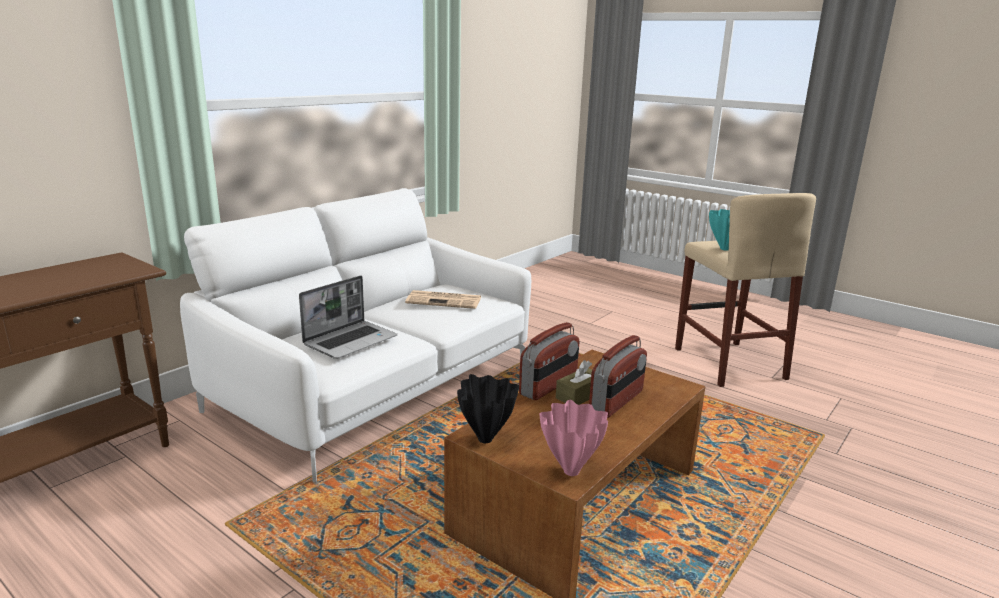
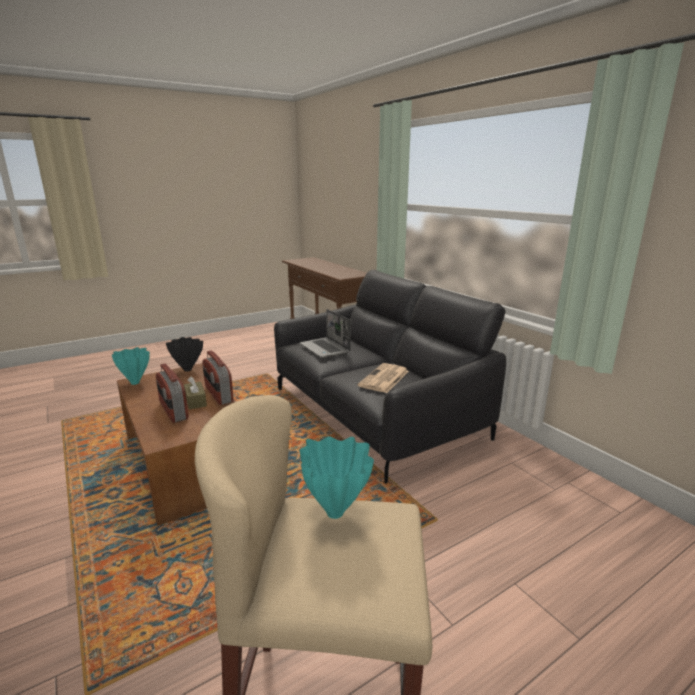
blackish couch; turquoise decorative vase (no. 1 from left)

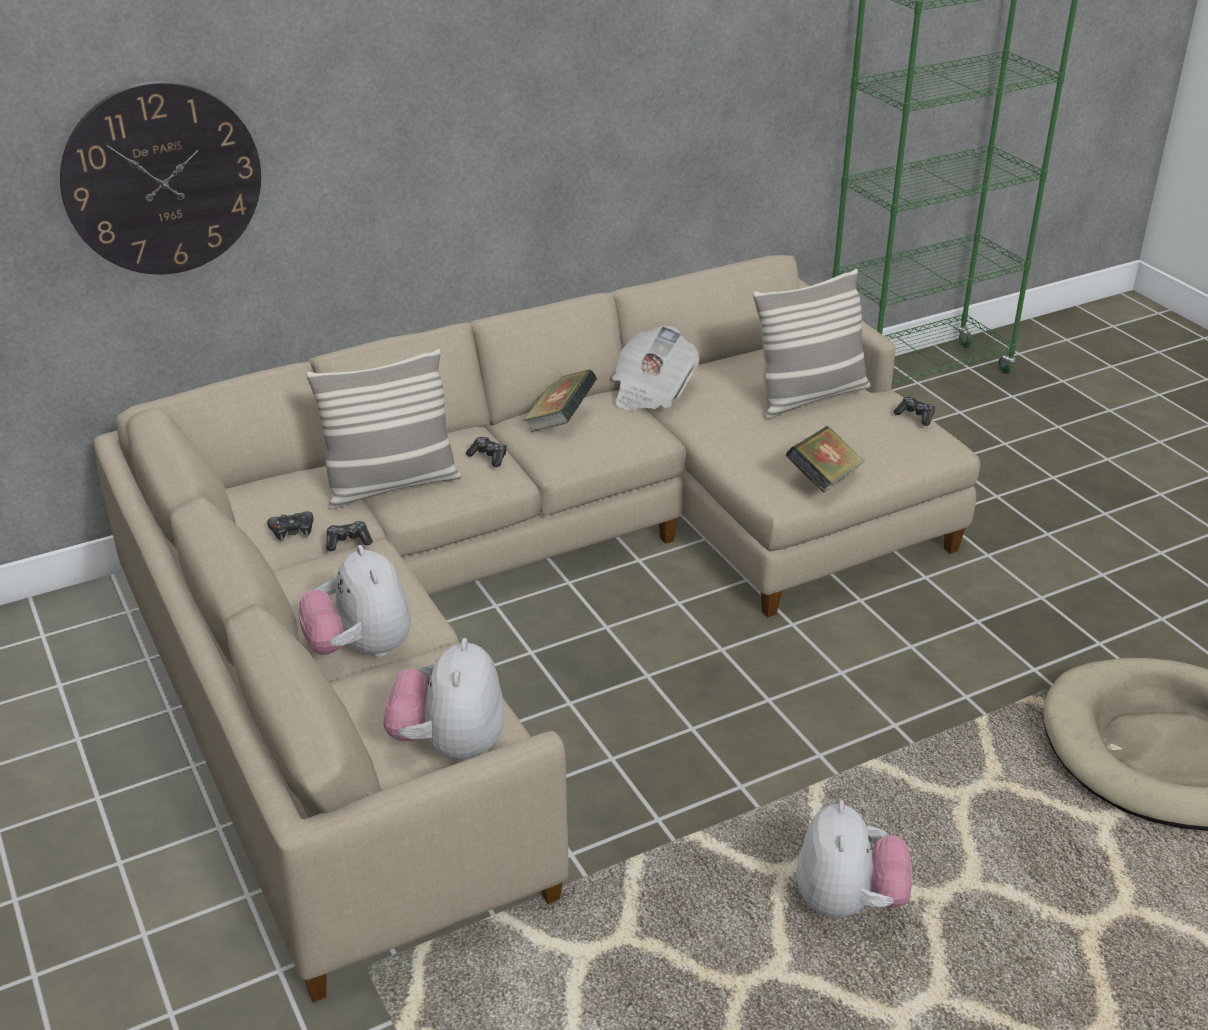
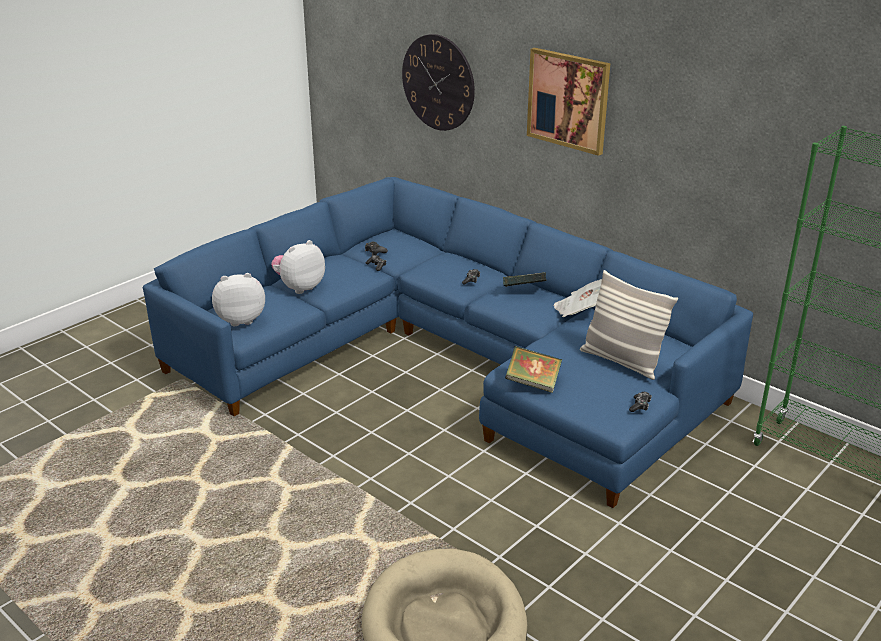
blue-coloured couch; pillow (no. 1 from left in the first image); soft toy (no. 3 from left in the first image); wall art

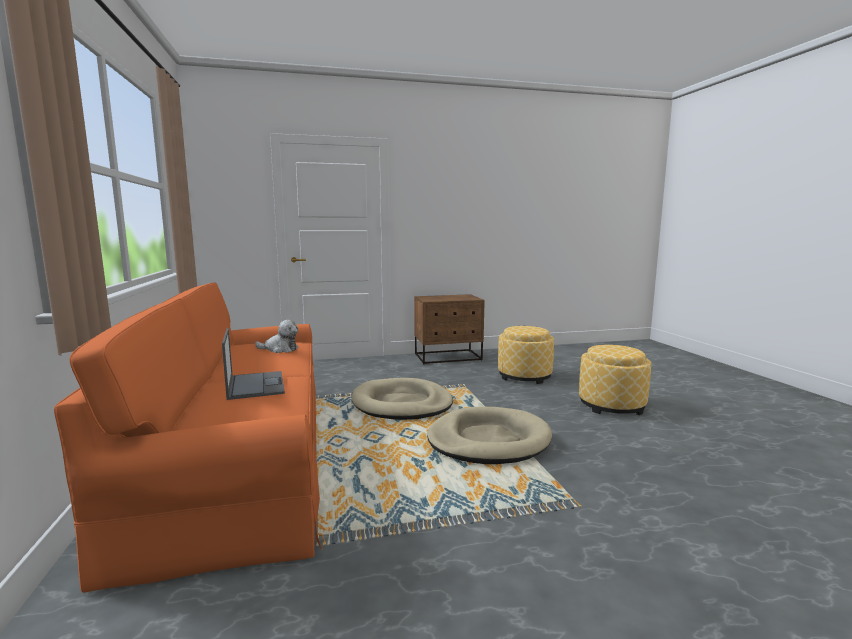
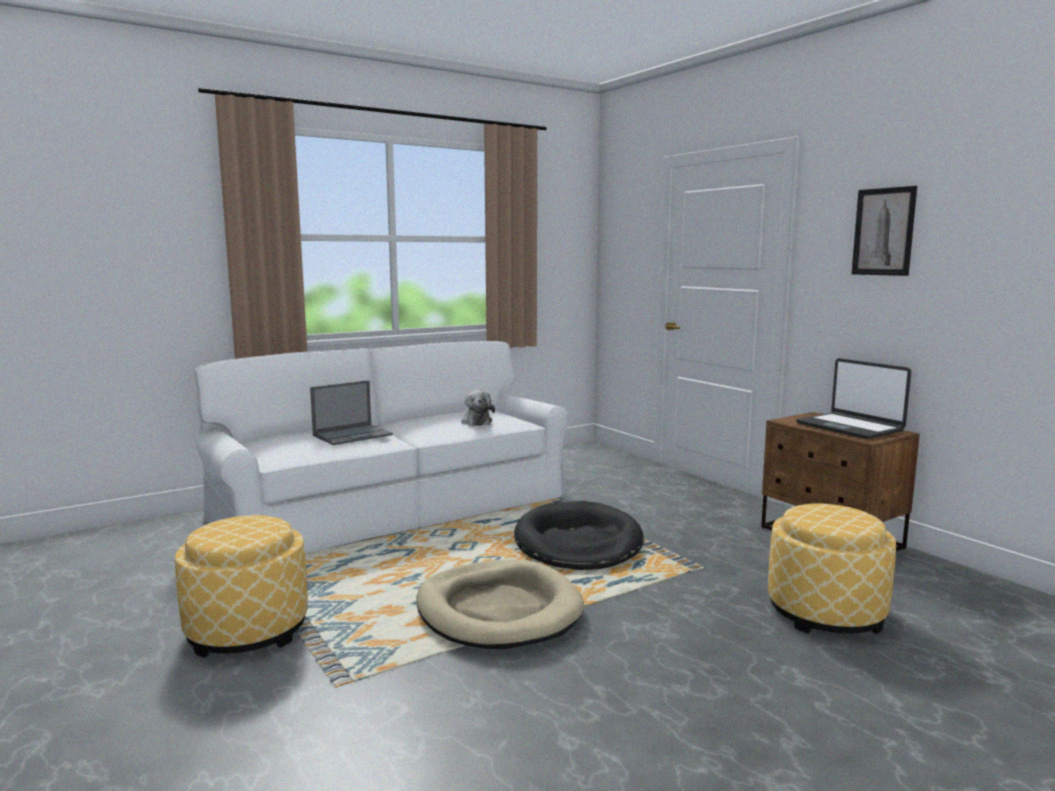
whitish couch; blackish pet bed; ottoman (no. 1 from left); laptop (no. 2 from left); wall art

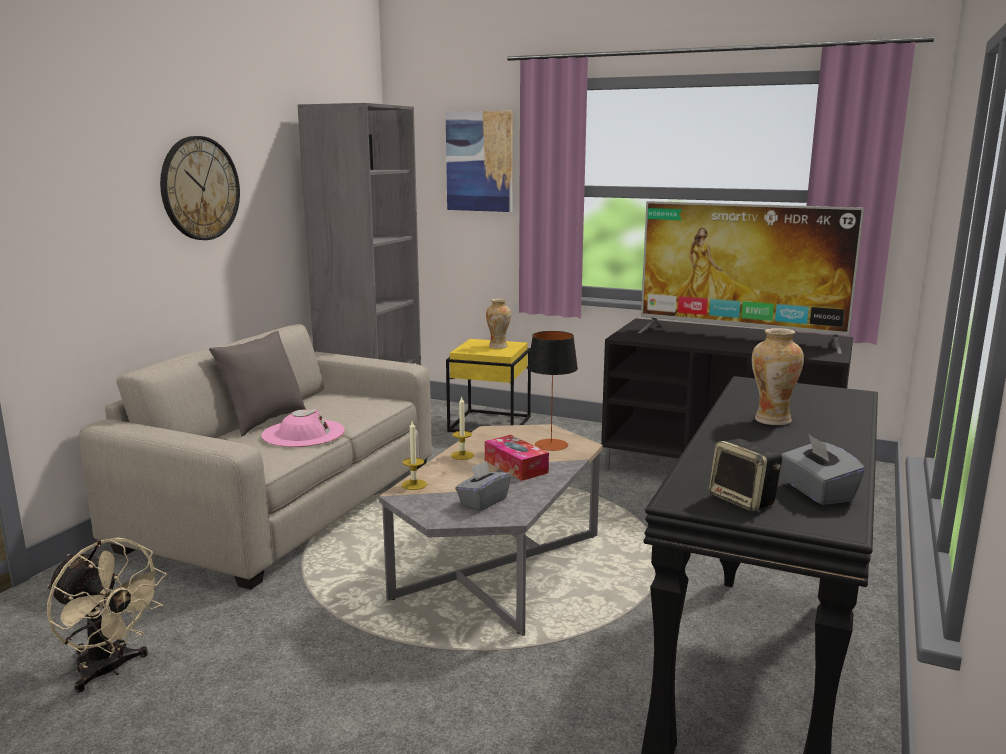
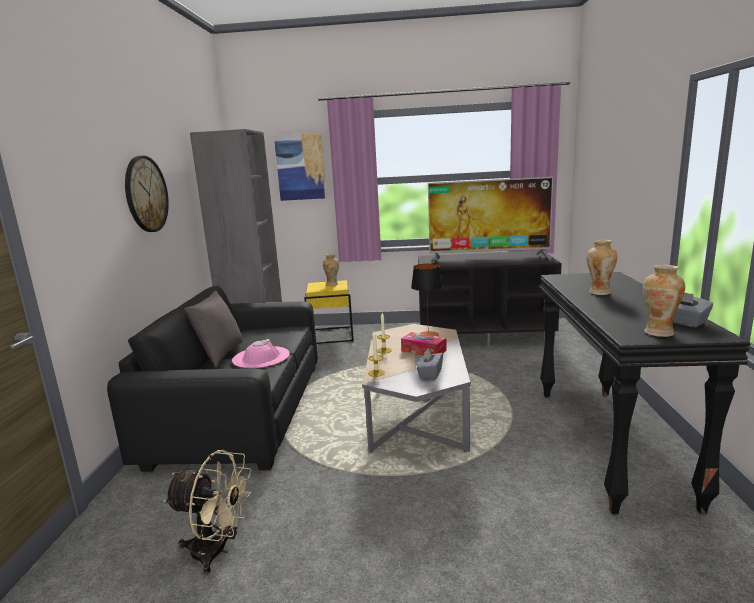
blackish couch; decorative vase (no. 3 from left)

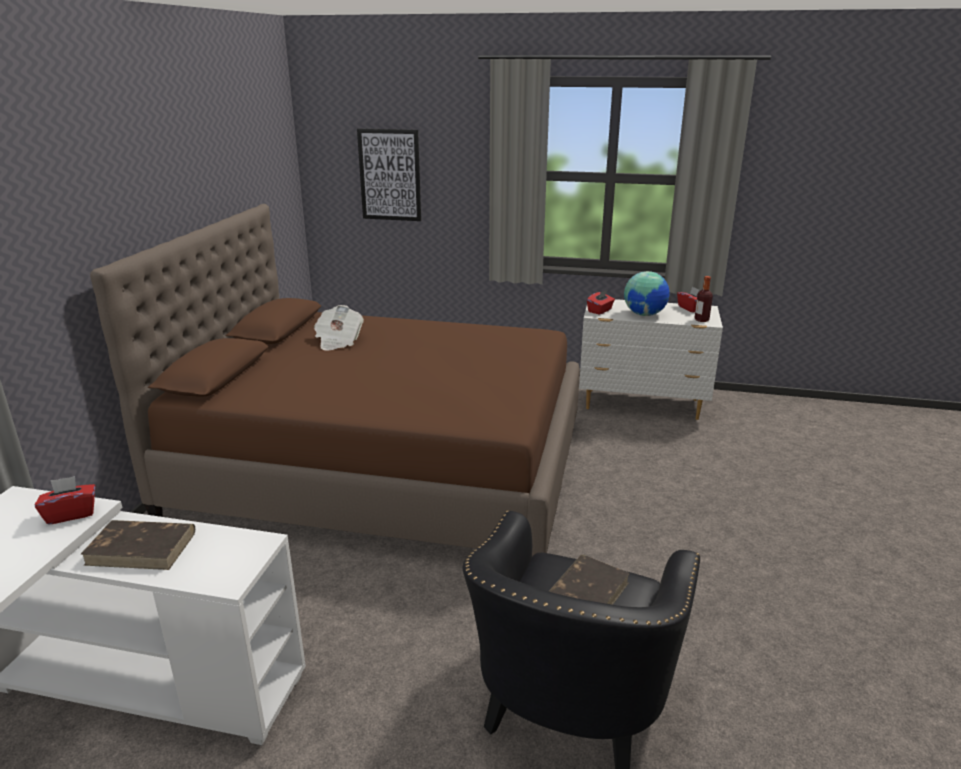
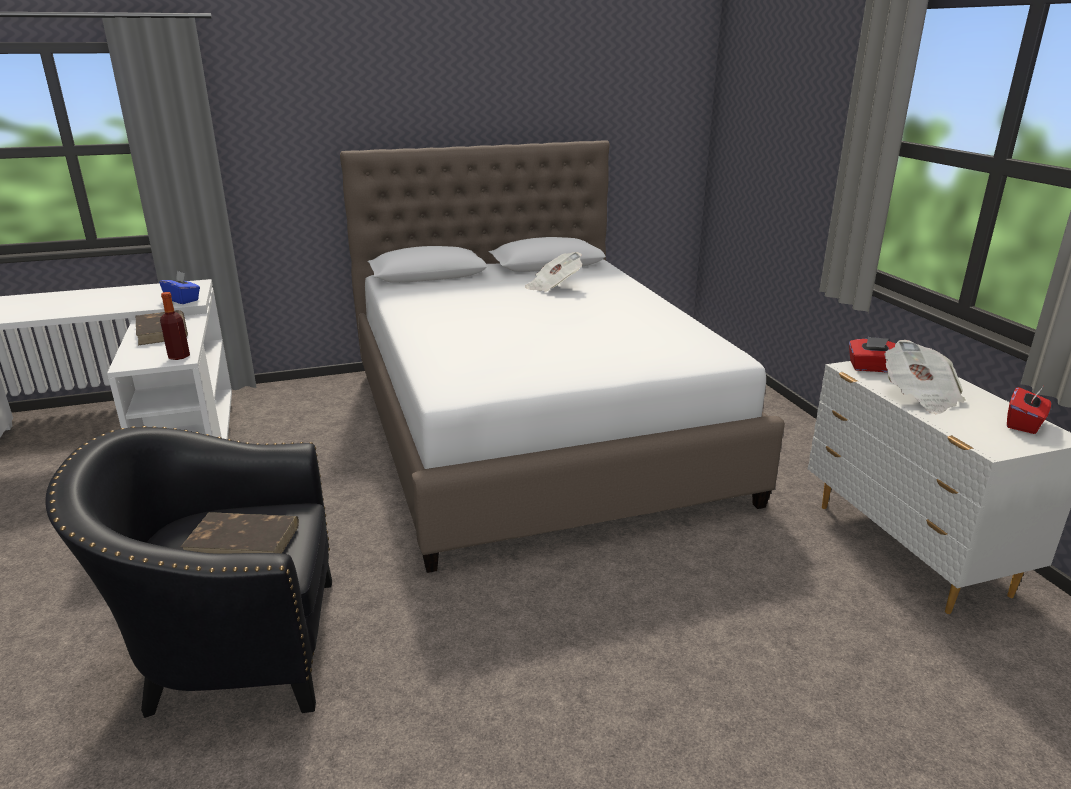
blue-coloured tissue holder; whitish bedroom bed; wall art; daily paper (no. 2 from left); bottle

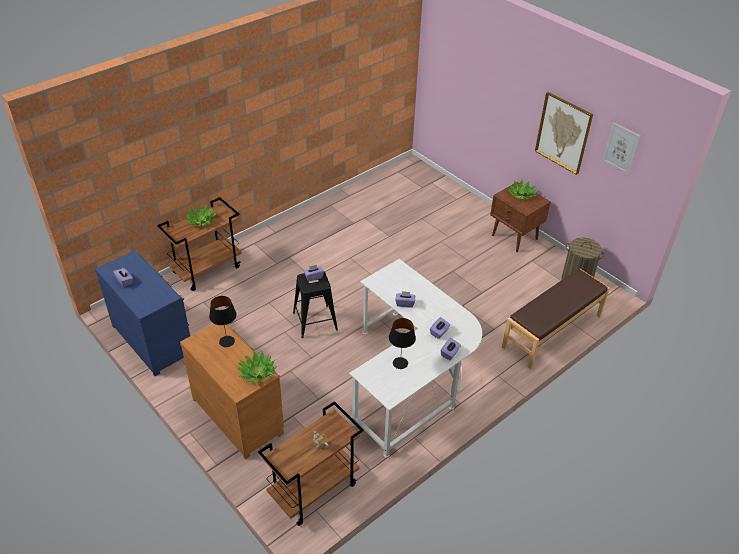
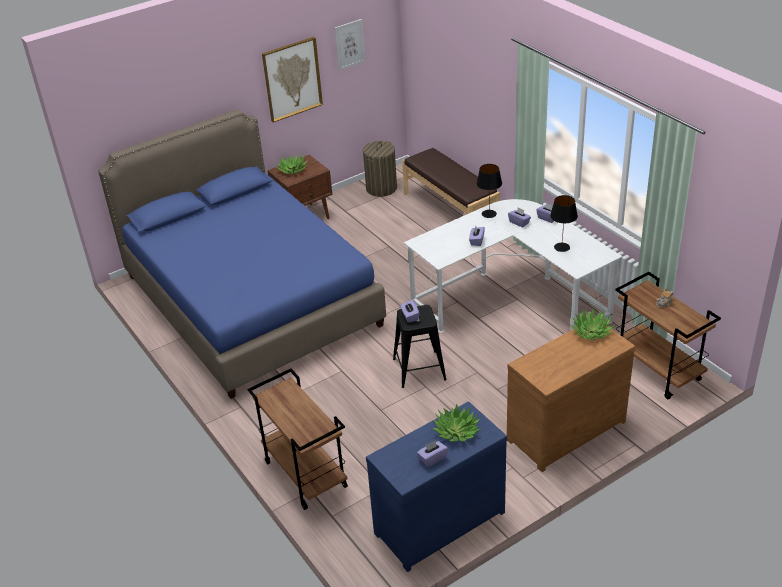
houseplant (no. 2 from left); blackish tabletop lamp (no. 1 from left); blue-coloured bedroom bed

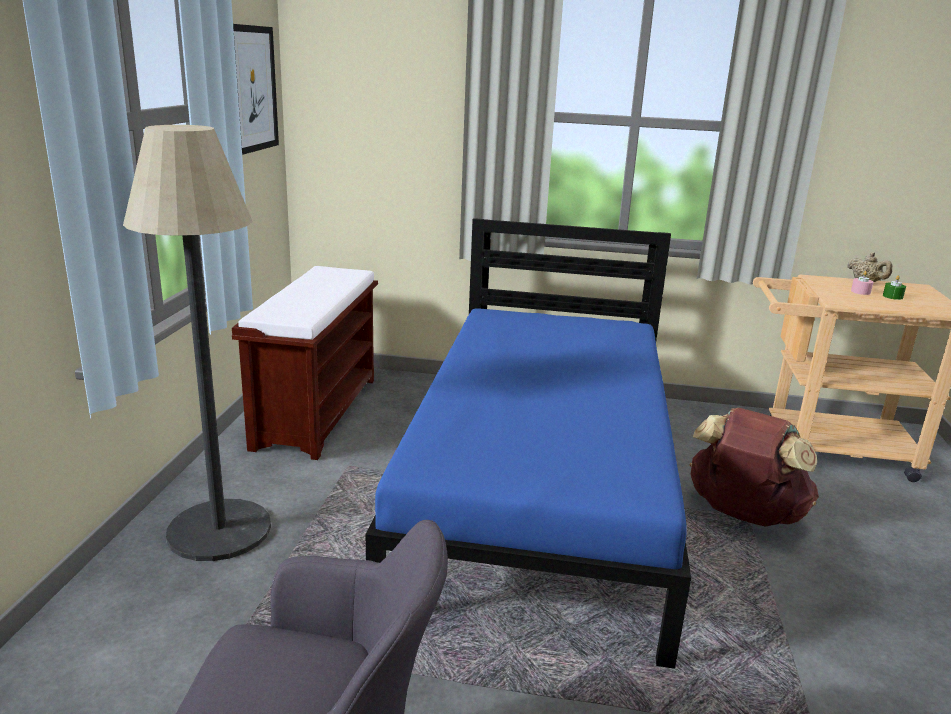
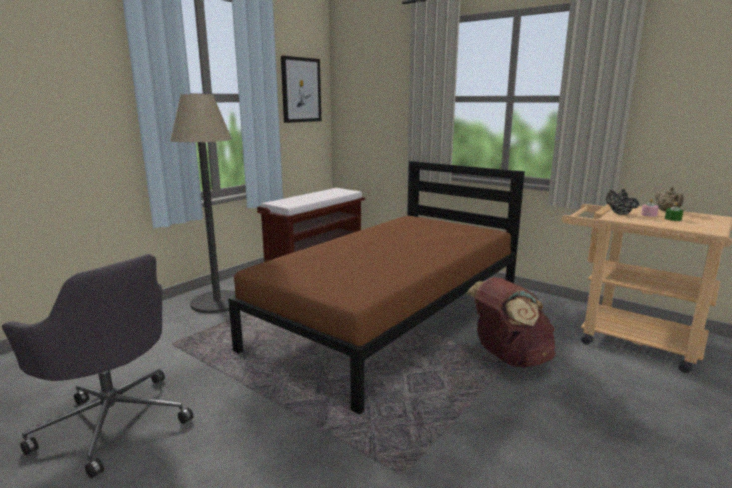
brown bedroom bed; blackish tea pot

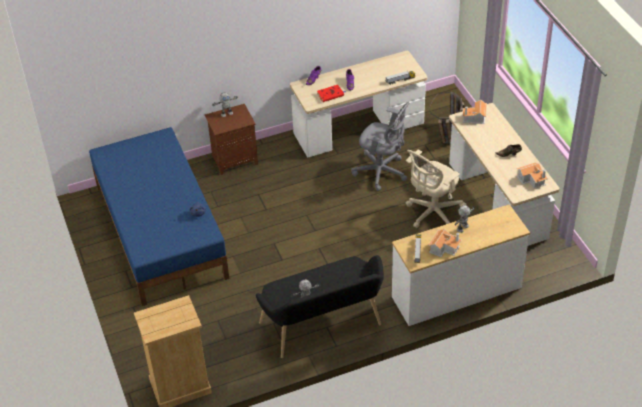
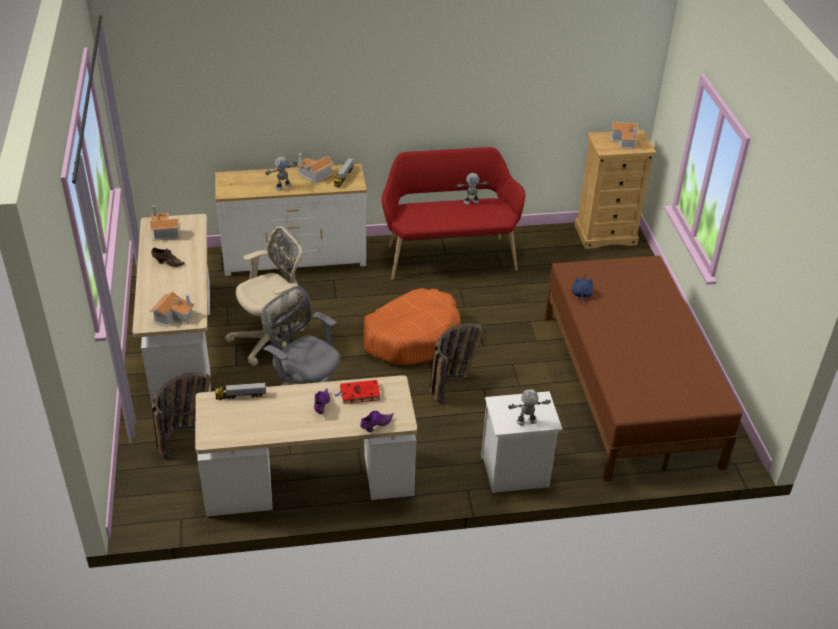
brown bedroom bed; whitish bedside table; red bench; orangey pet bed; storage basket (no. 2 from left); model house (no. 4 from left)

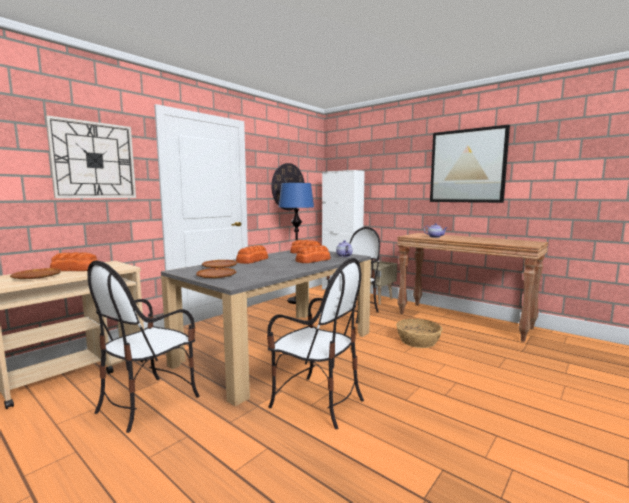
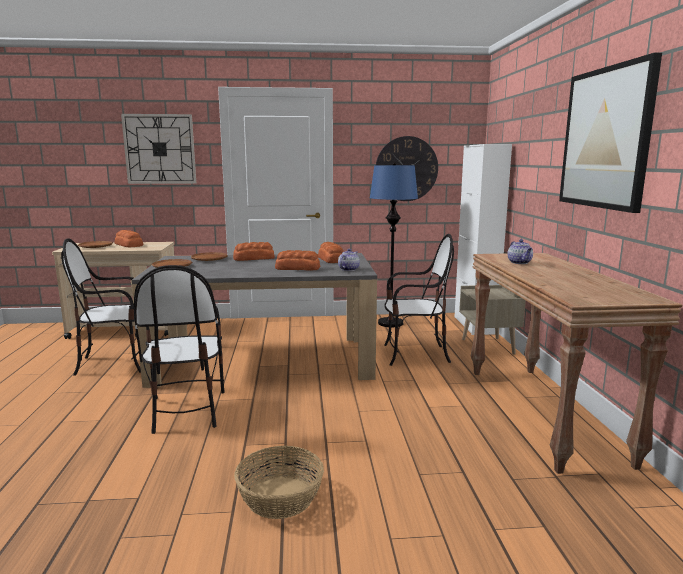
storage basket

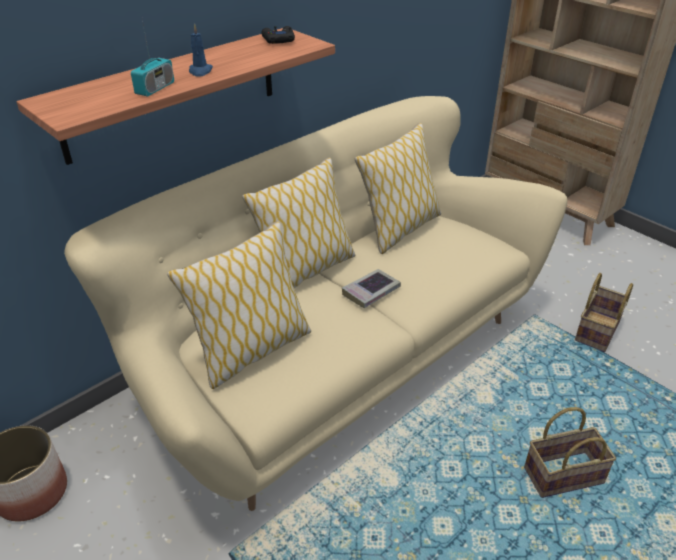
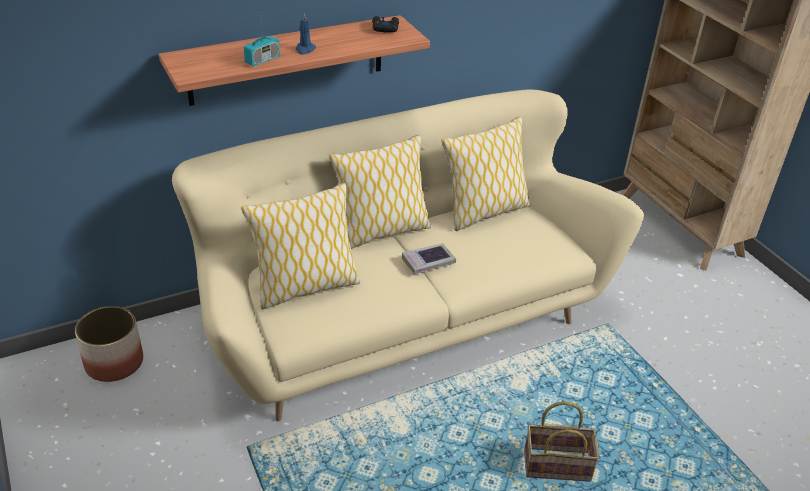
storage basket (no. 2 from left in the first image)

